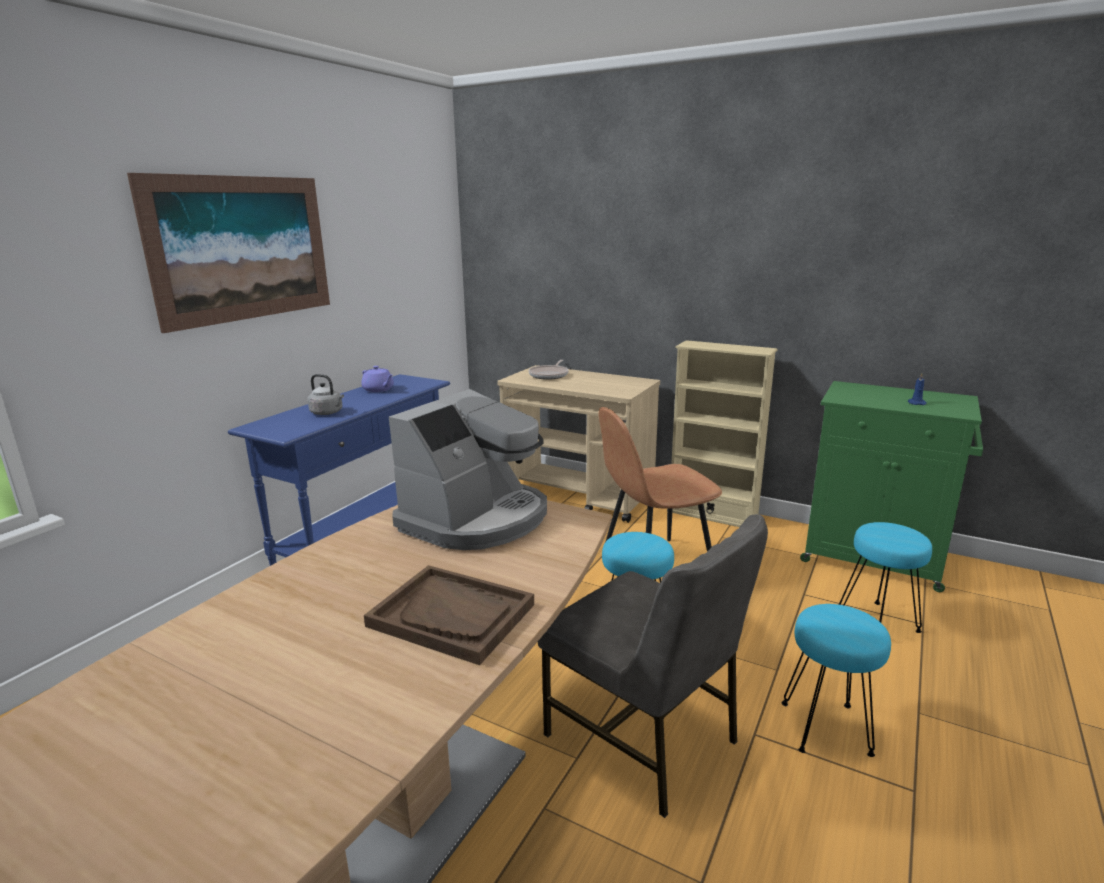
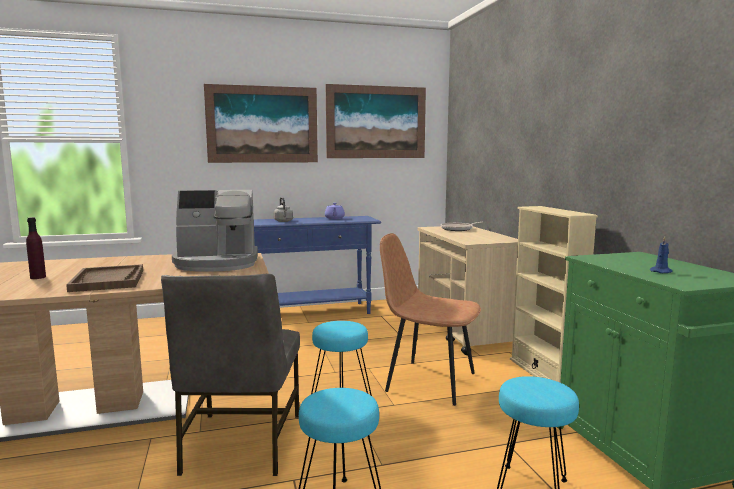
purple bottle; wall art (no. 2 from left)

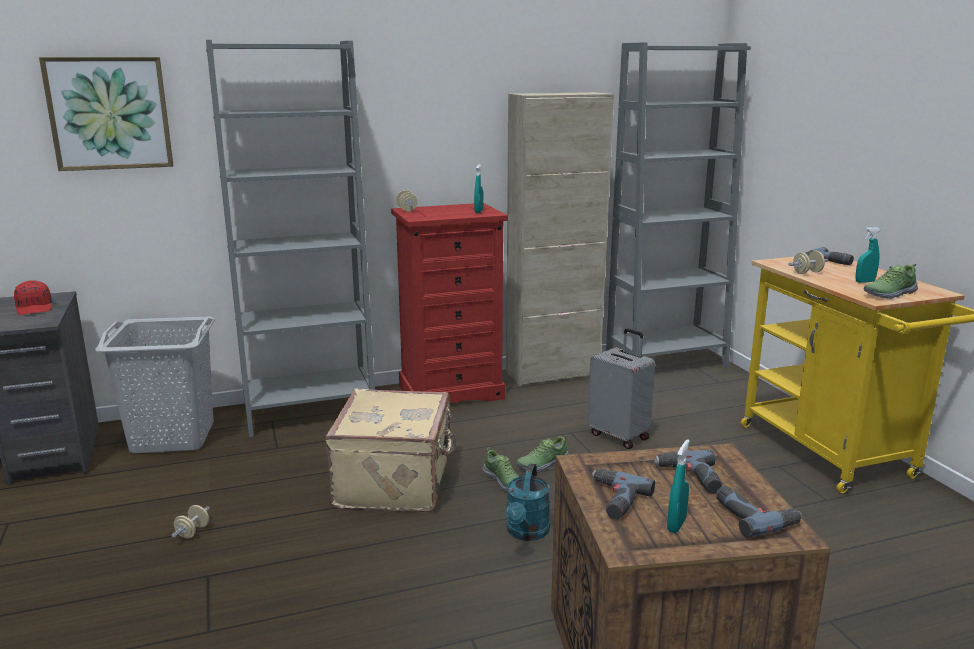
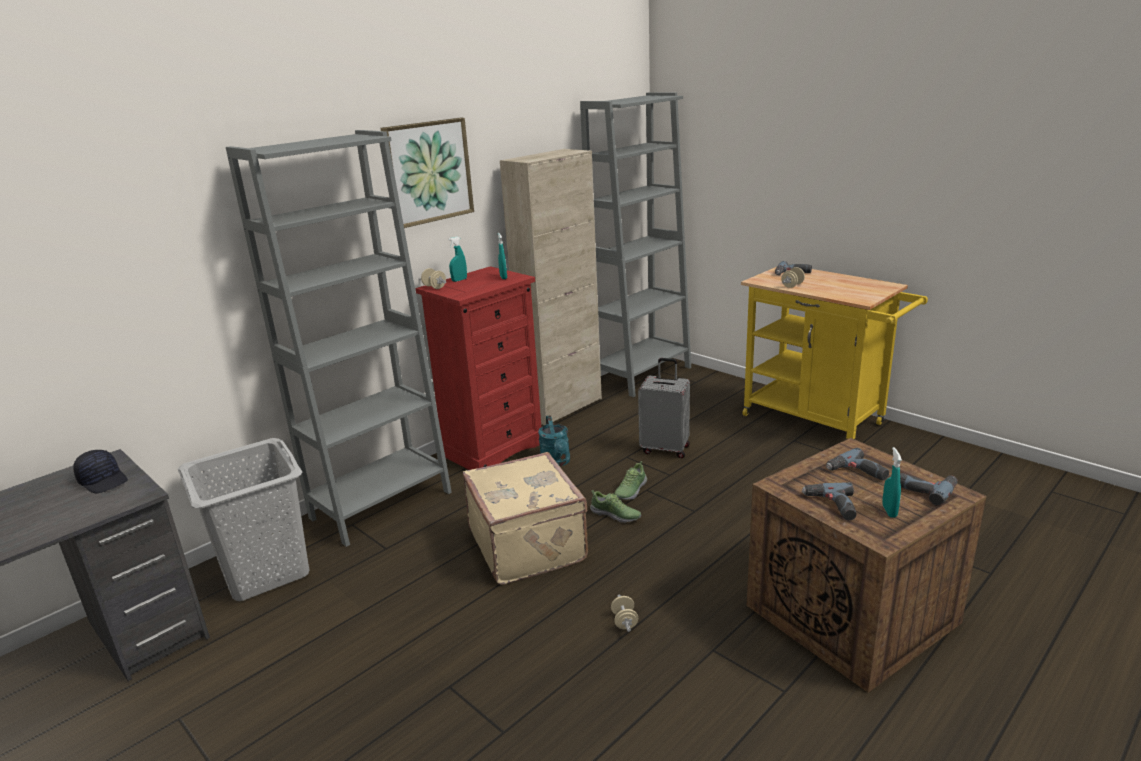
blackish cap; wall art; sand-coloured hand weight (no. 2 from left); turquoise watering pot; turquoise hand sprayer (no. 1 from left); low shoe (no. 3 from left in the first image)

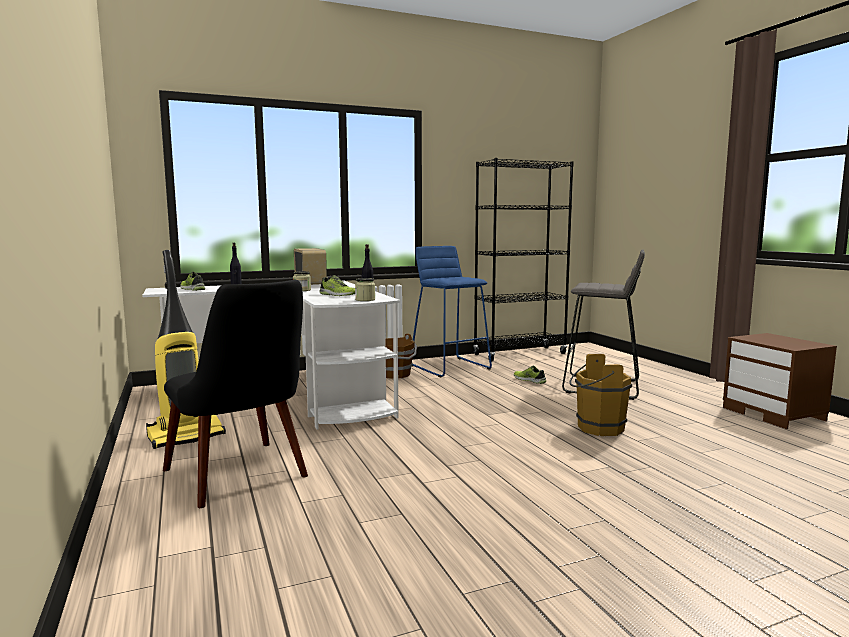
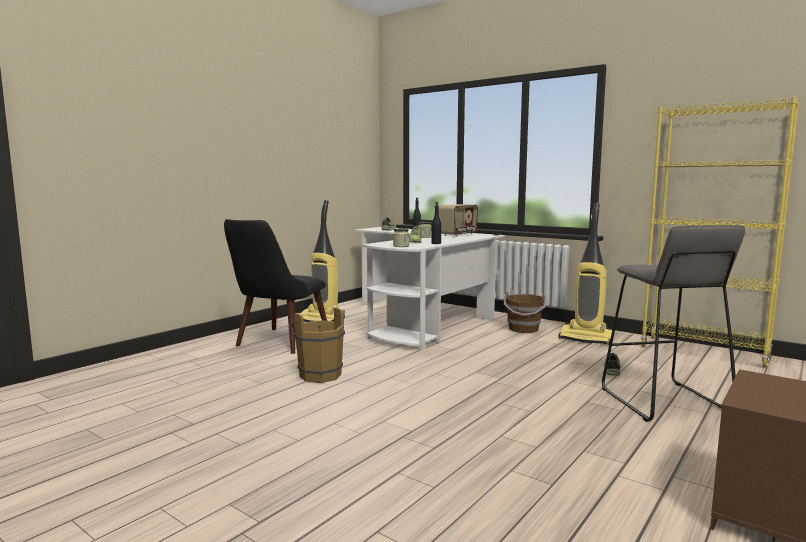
hoover (no. 2 from left); yellowish bookcase; brown water bucket (no. 1 from left)

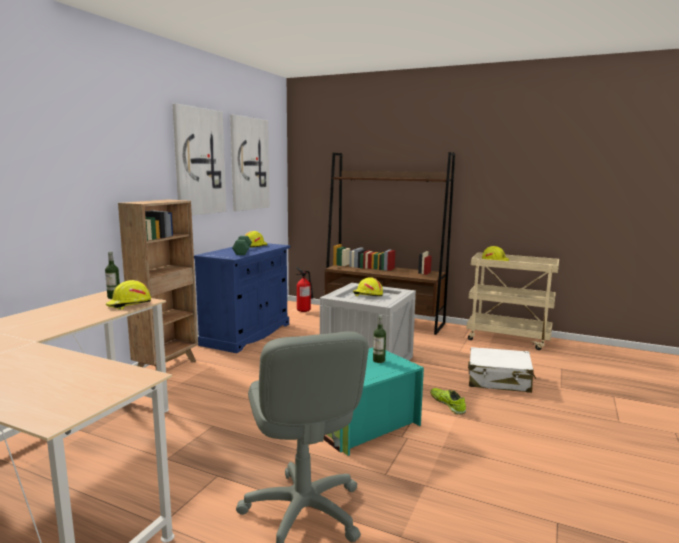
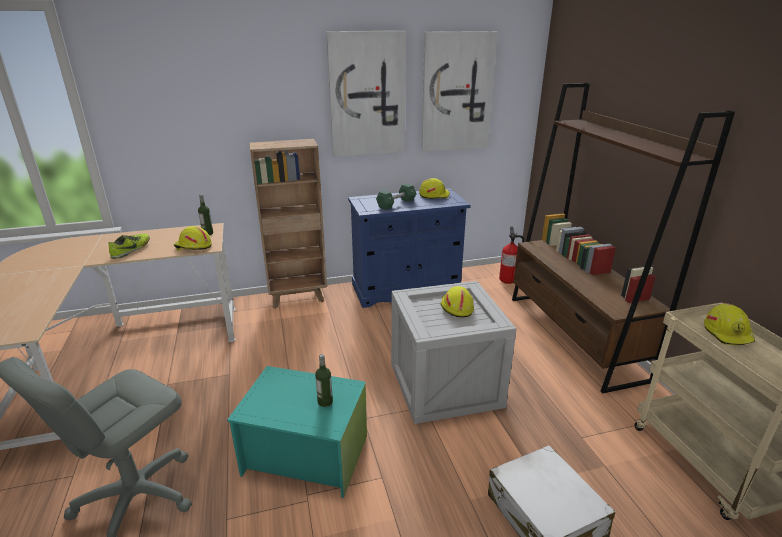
low shoe

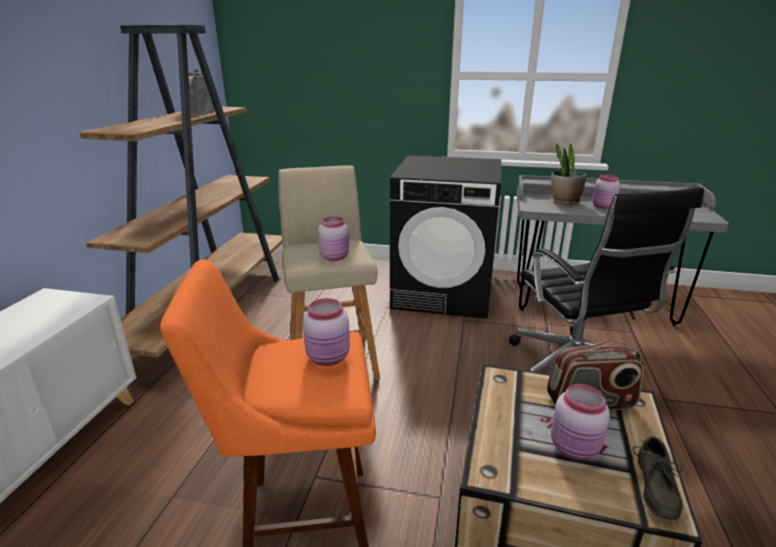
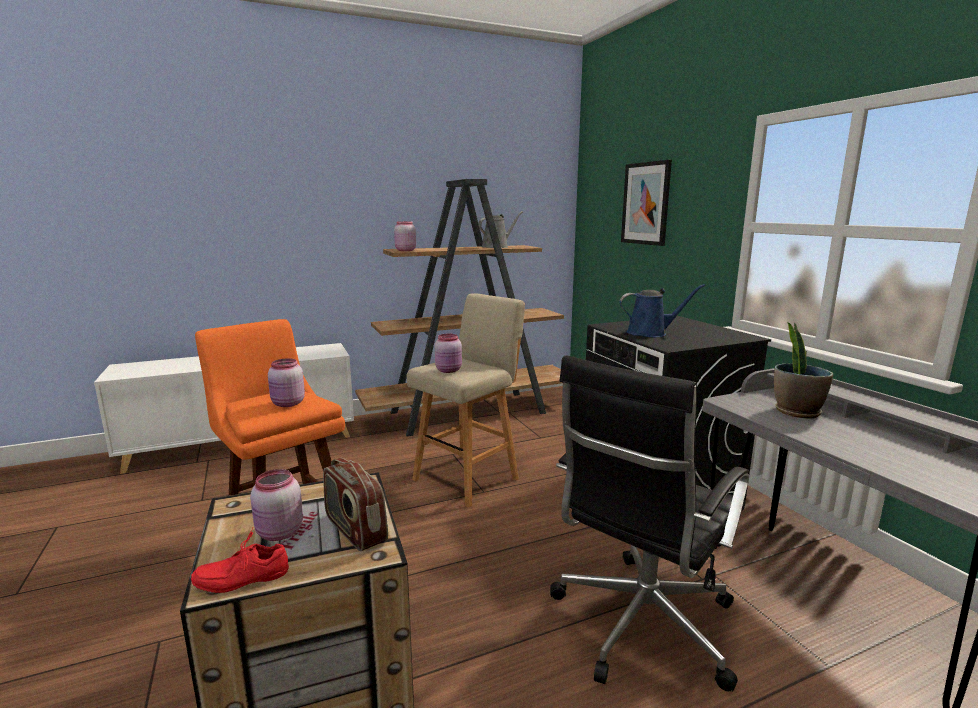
pink jar (no. 3 from left); red low shoe; blue-coloured watering pot; wall art

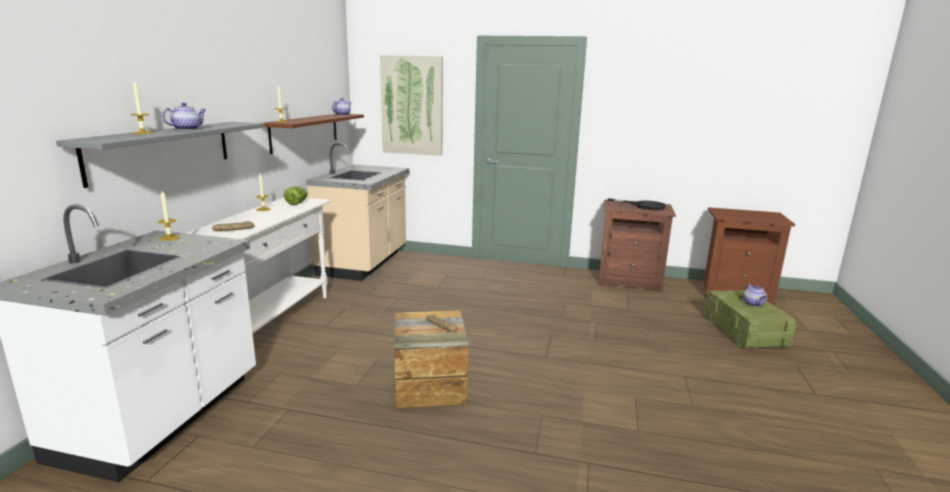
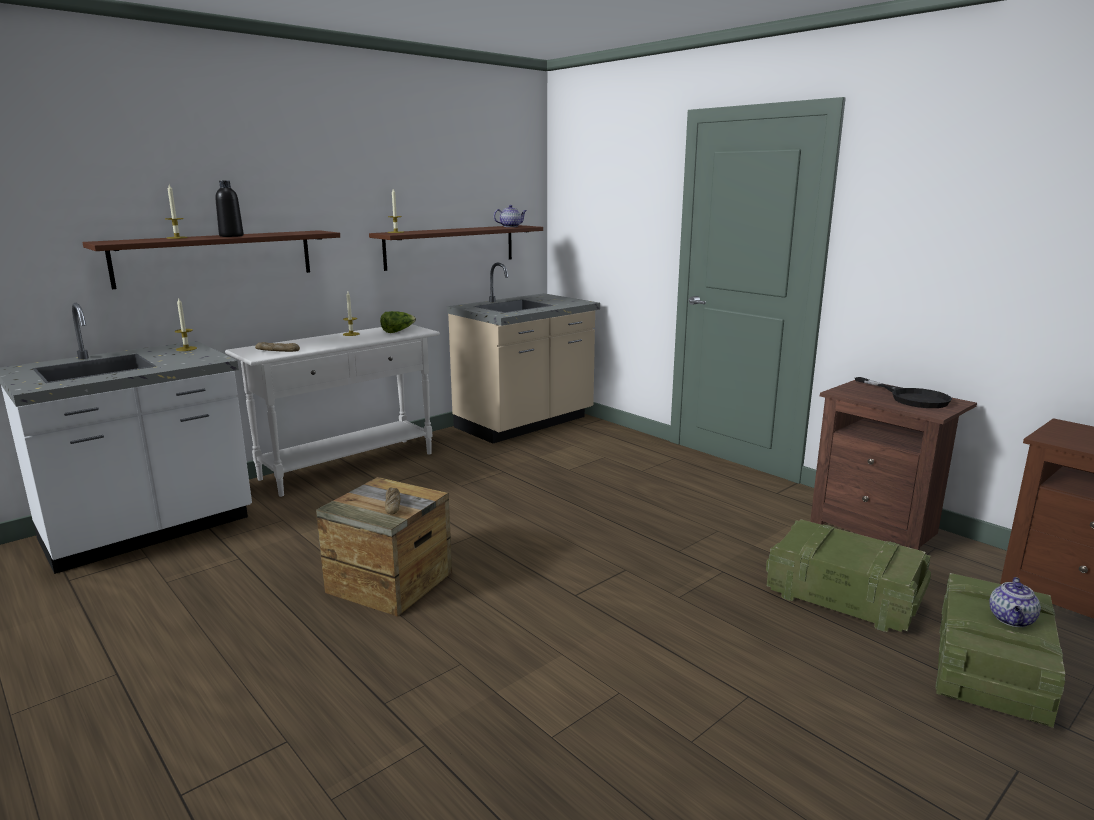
brown bracket shelf (no. 1 from left); blackish bottle; wall art; shipping crate (no. 2 from left)

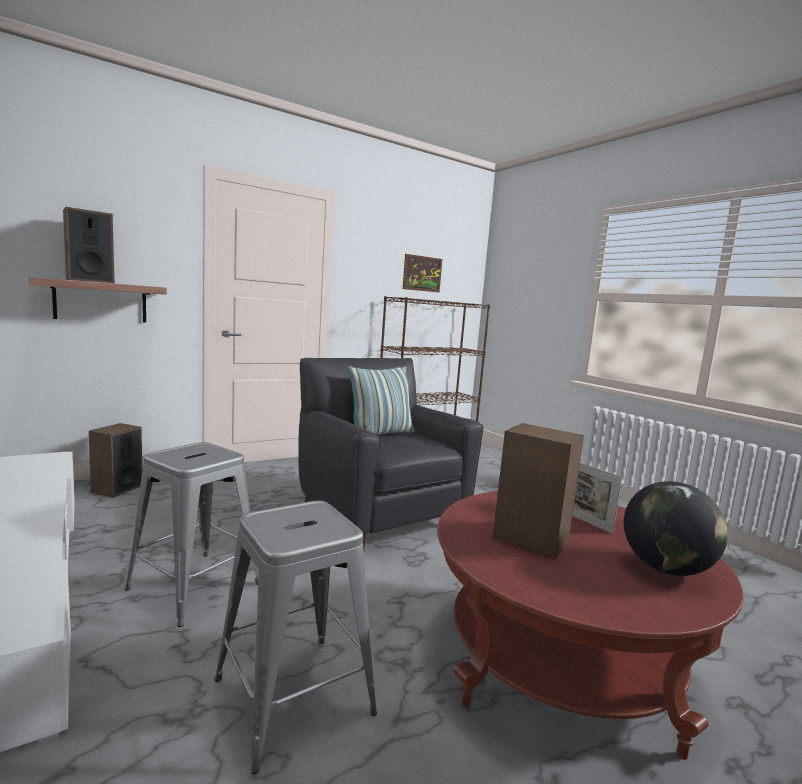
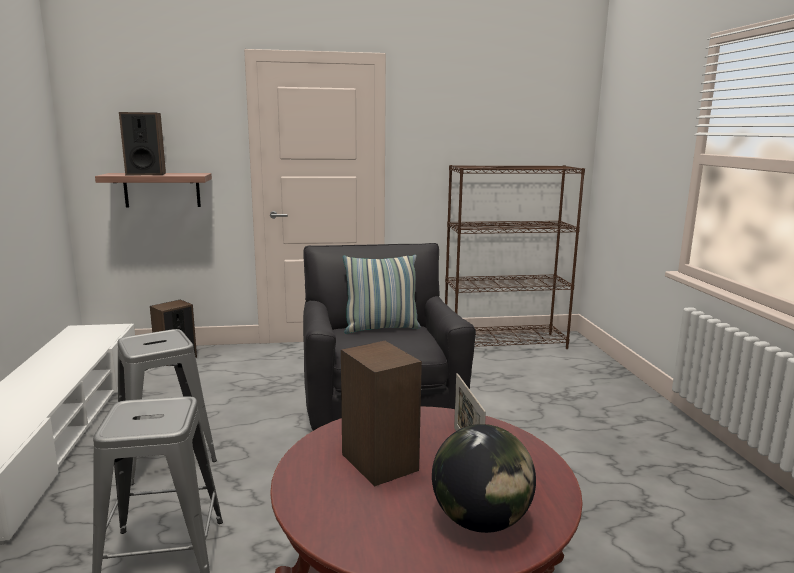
wall art

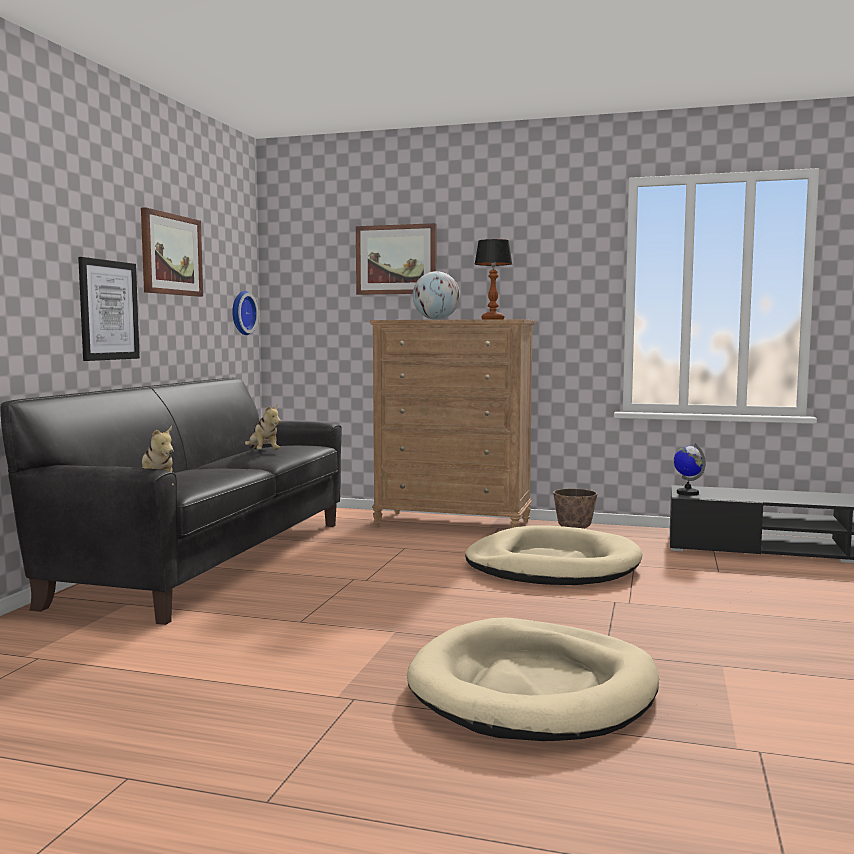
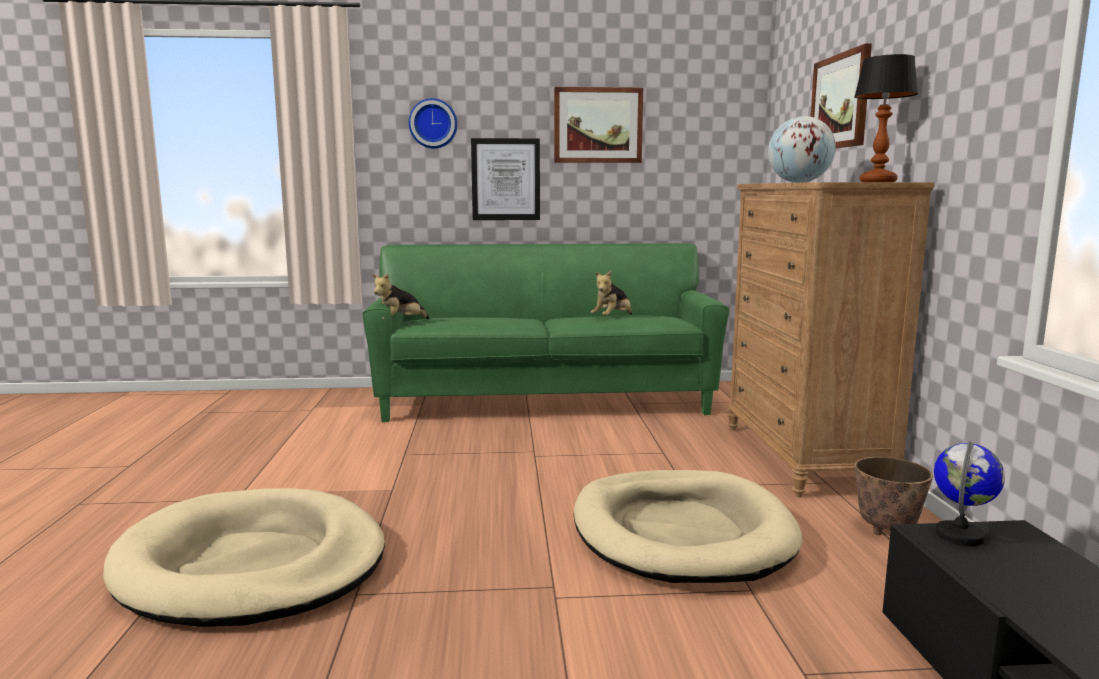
green couch; hanging clock

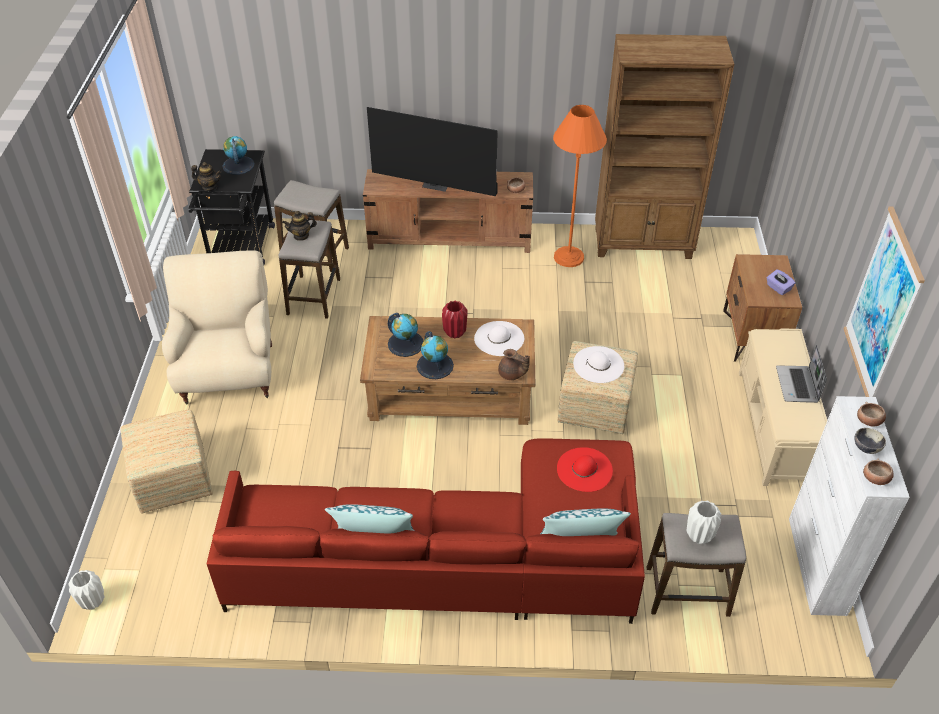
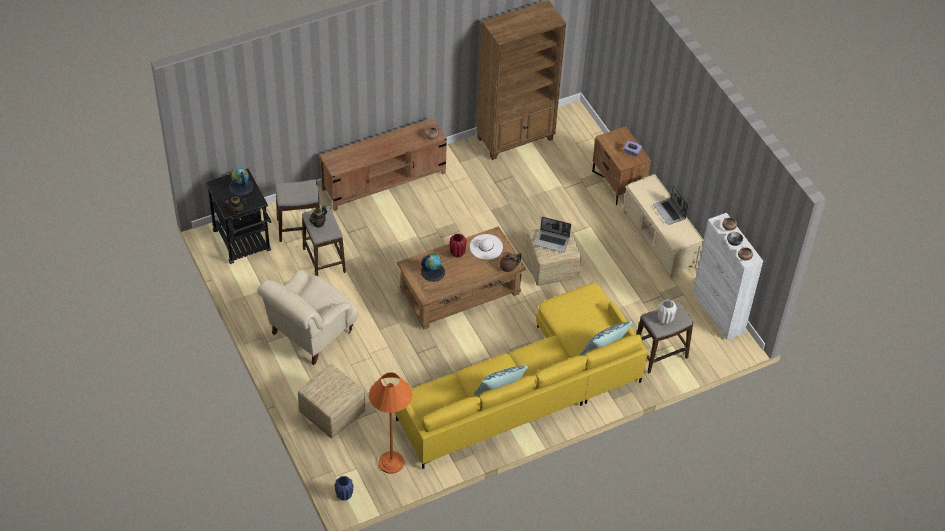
blue-coloured decorative vase; sand-coloured lounge chair; yellowish couch; TV; desk globe (no. 3 from left in the first image); orangey floor lamp; red hat; laptop (no. 1 from left); wall art

